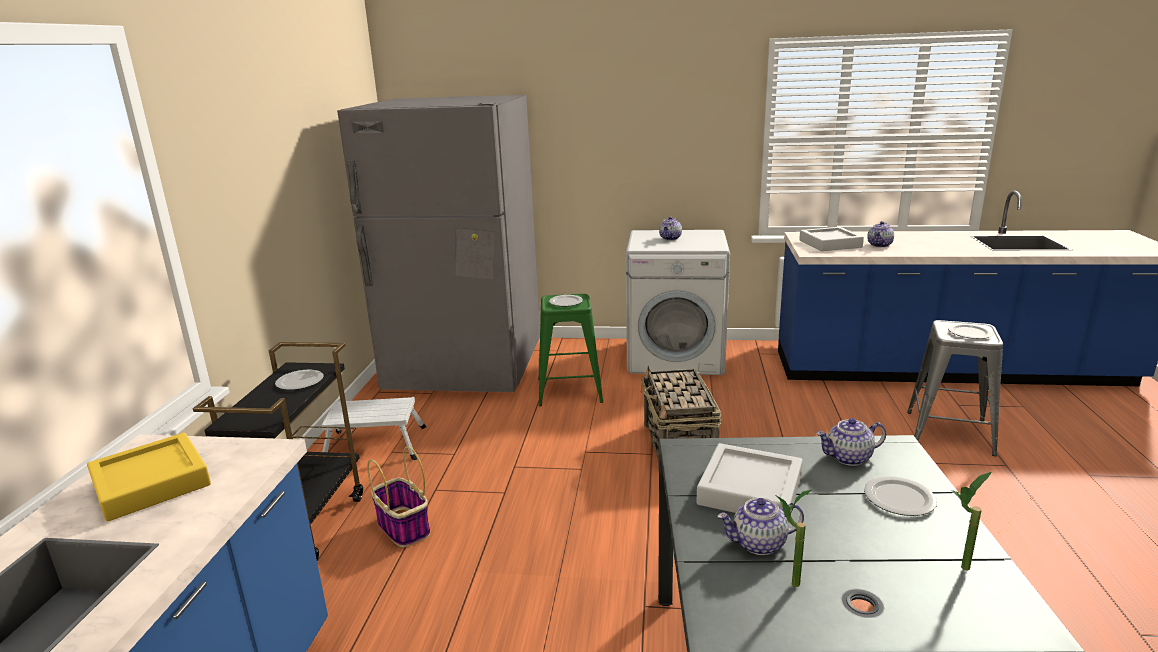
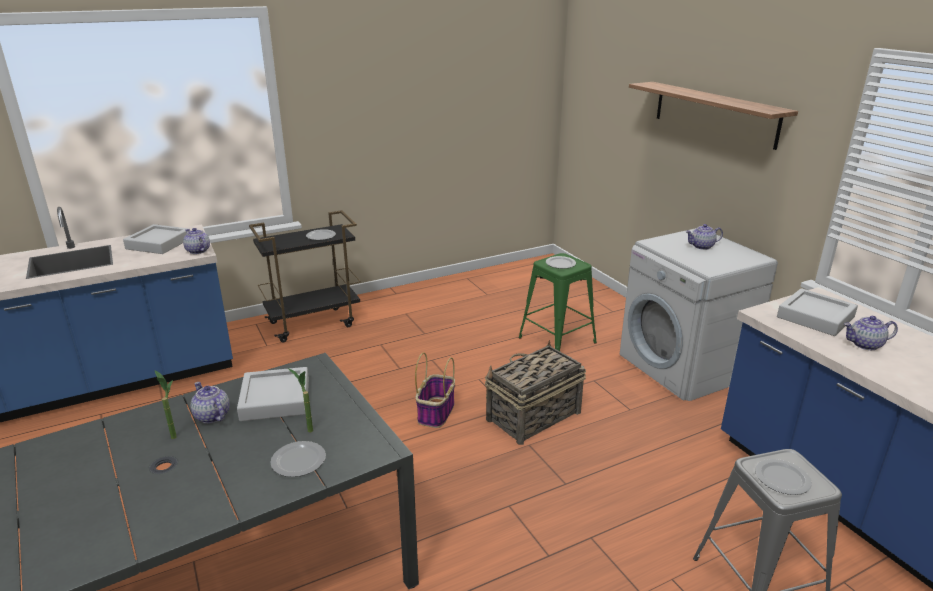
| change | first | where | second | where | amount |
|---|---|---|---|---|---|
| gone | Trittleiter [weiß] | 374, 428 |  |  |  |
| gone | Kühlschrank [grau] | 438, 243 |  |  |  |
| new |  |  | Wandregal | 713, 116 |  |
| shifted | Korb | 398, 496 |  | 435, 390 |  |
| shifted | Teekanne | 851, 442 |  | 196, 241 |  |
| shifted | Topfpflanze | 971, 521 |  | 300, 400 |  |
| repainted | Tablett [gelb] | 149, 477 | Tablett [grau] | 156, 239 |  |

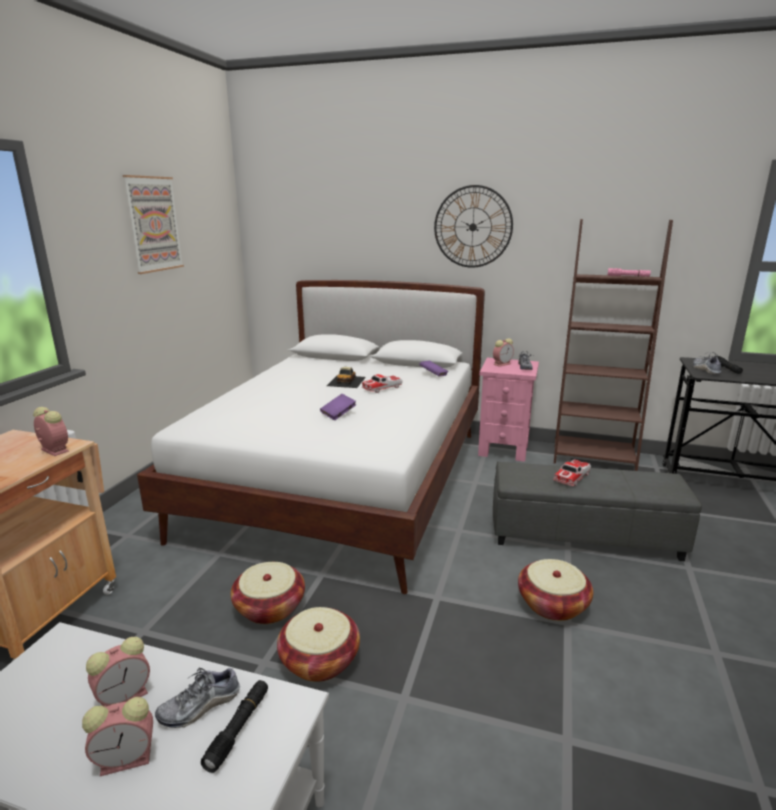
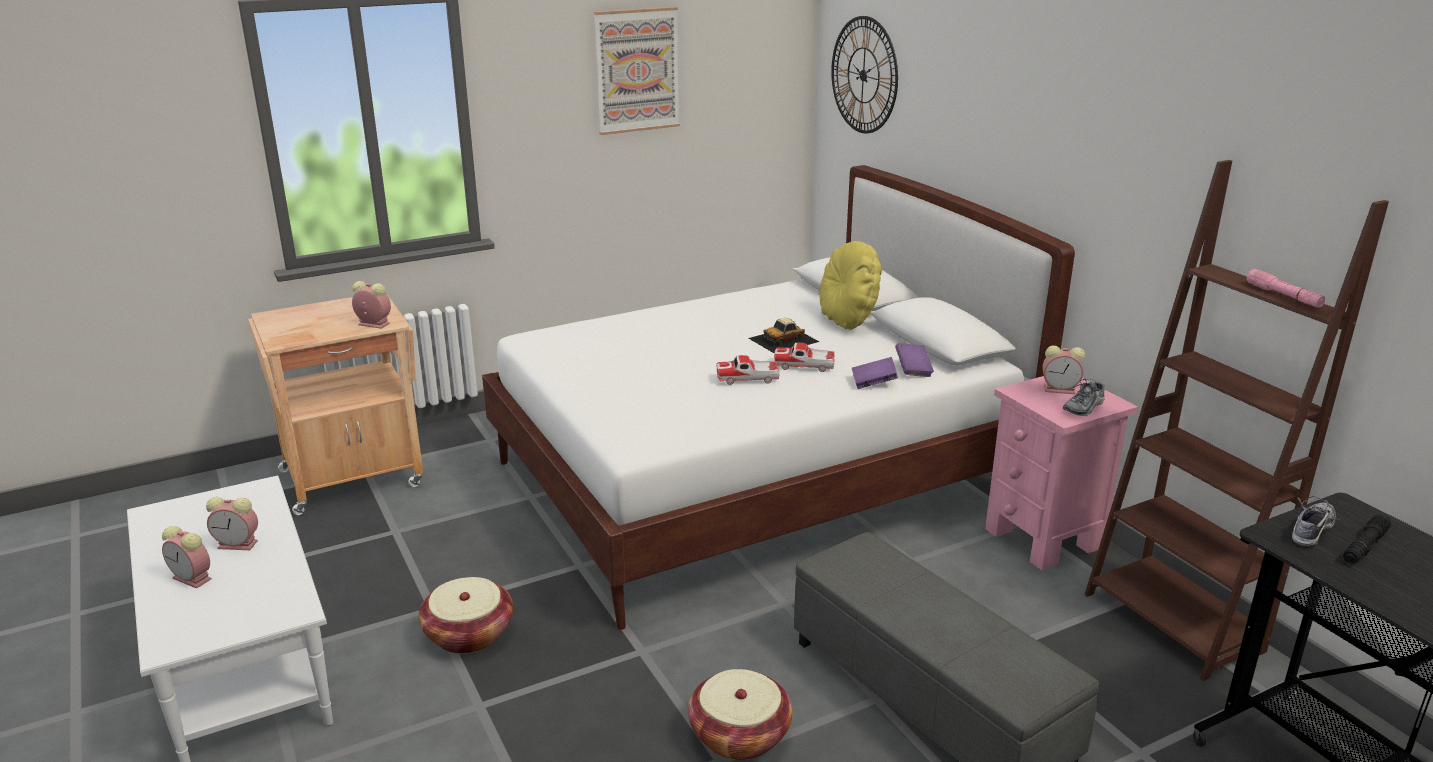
| change | first | where | second | where | amount |
|---|---|---|---|---|---|
| gone | Schuh | 197, 698 |  |  |  |
| gone | Taschenlampe [schwarz] | 234, 726 |  |  |  |
| gone | Korb | 268, 593 |  |  |  |
| new |  |  | Kissen [gelb] | 850, 285 |  |
| shifted | Buch [lila] | 338, 407 |  | 875, 373 |  |
| shifted | Wanduhr | 473, 226 |  | 864, 75 |  |
| shifted | Spielzeugauto | 572, 472 |  | 748, 370 |  |
| rotated | Wecker | 51, 431 |  | 371, 305 | 60 degrees counterclockwise |

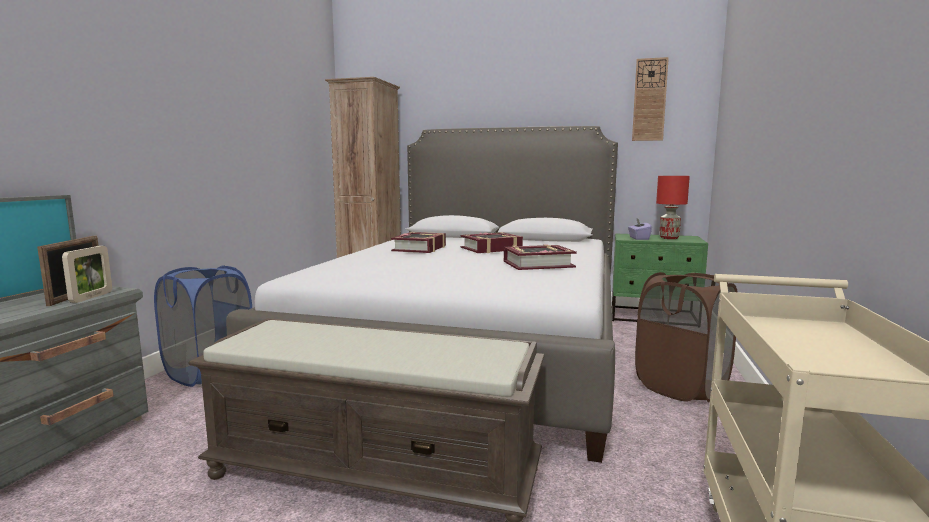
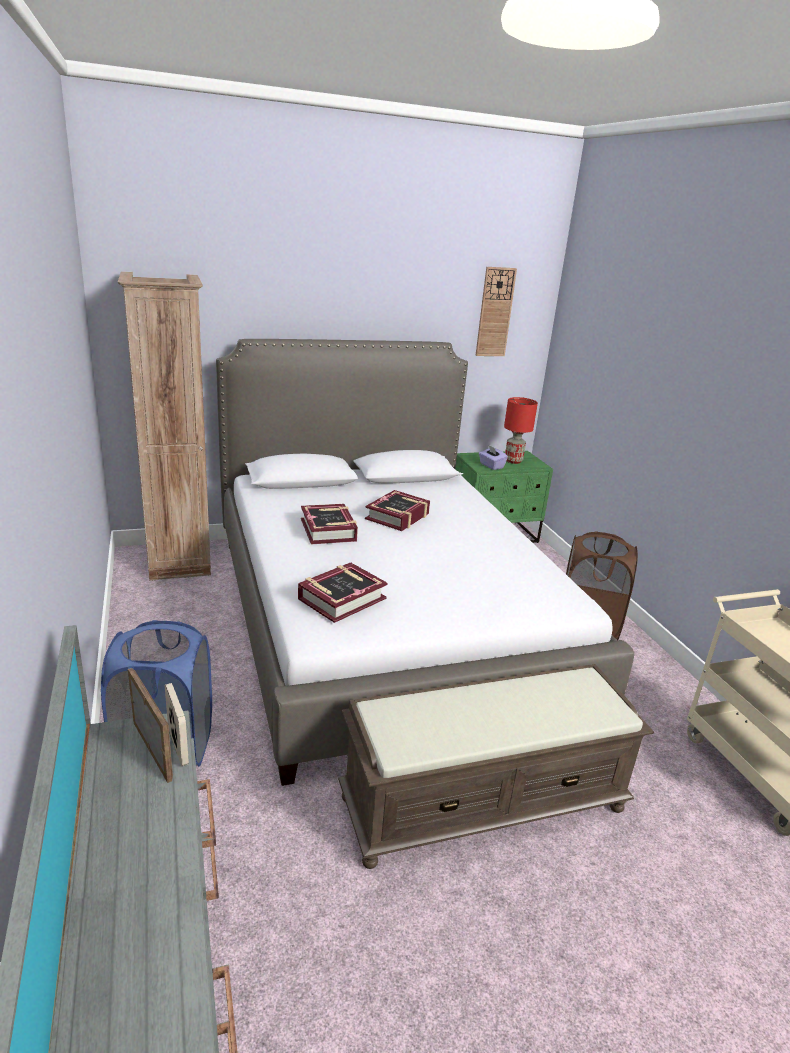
| change | first | where | second | where | amount |
|---|---|---|---|---|---|
| shifted | Buch | 540, 257 |  | 343, 592 |  |

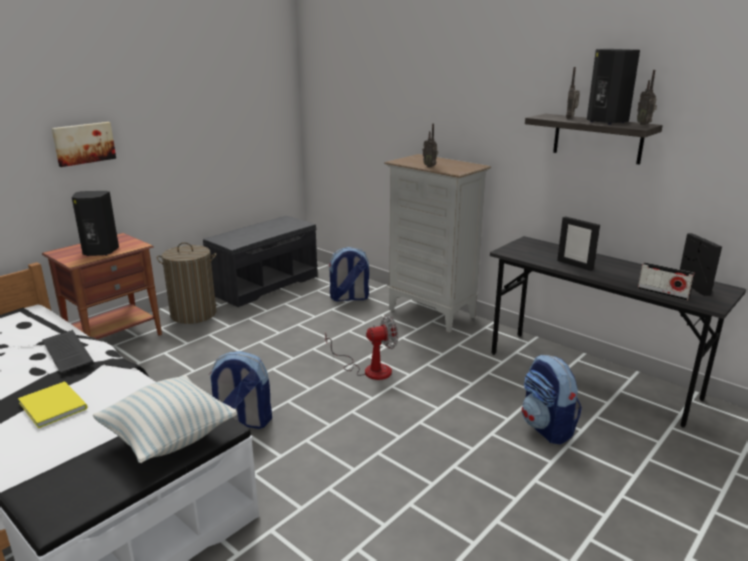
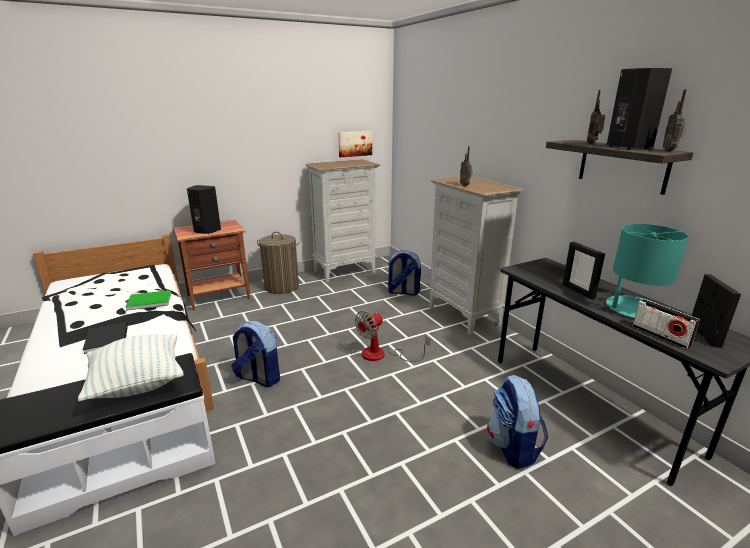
| change | first | where | second | where | amount |
|---|---|---|---|---|---|
| new |  |  | Tischlampe [türkis] | 646, 271 |  |
| shifted | Bild | 83, 144 |  | 355, 144 |  |
| swapped | Tastatur | 68, 351 | Buch [grün] | 148, 300 |  |
| swapped | Bank [grau] | 260, 261 | Kommode [weiß] | 343, 221 |  |
| repainted | Buch [gelb] | 53, 405 | Buch [schwarz] | 105, 338 |  |
| rotated | Ventilator | 361, 347 |  | 392, 336 | 135 degrees clockwise |

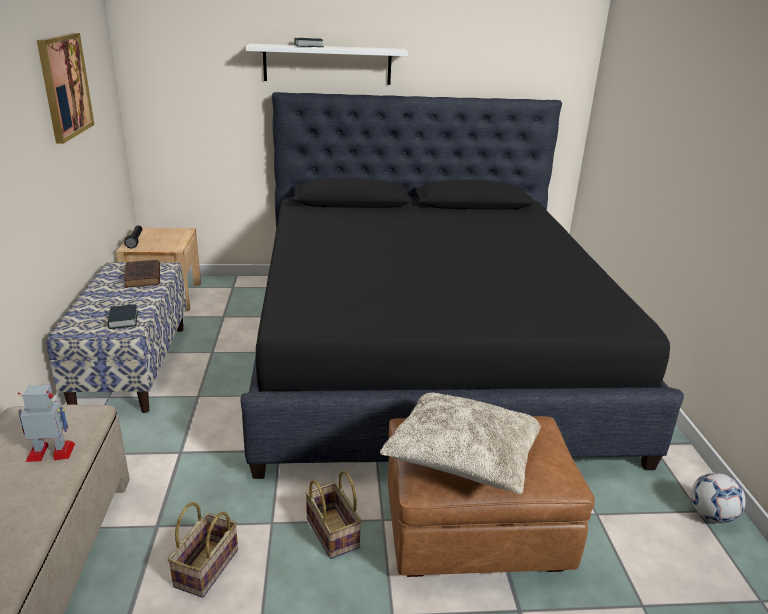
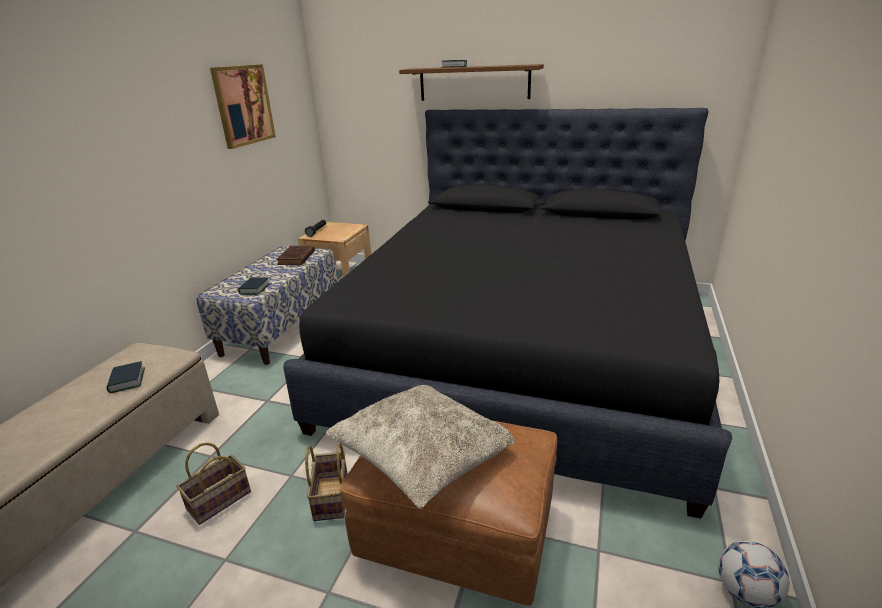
| change | first | where | second | where | amount |
|---|---|---|---|---|---|
| swapped | Spielzeugroboter | 46, 423 | Buch | 126, 377 |  |
| repainted | Wandregal [weiß] | 327, 64 | Wandregal [braun] | 471, 82 |  |

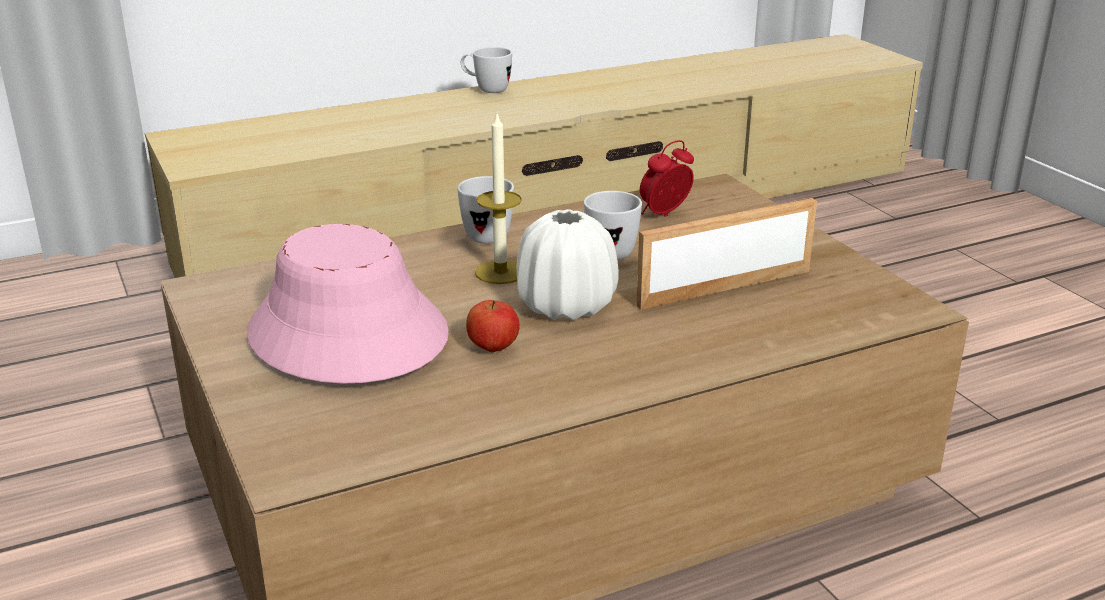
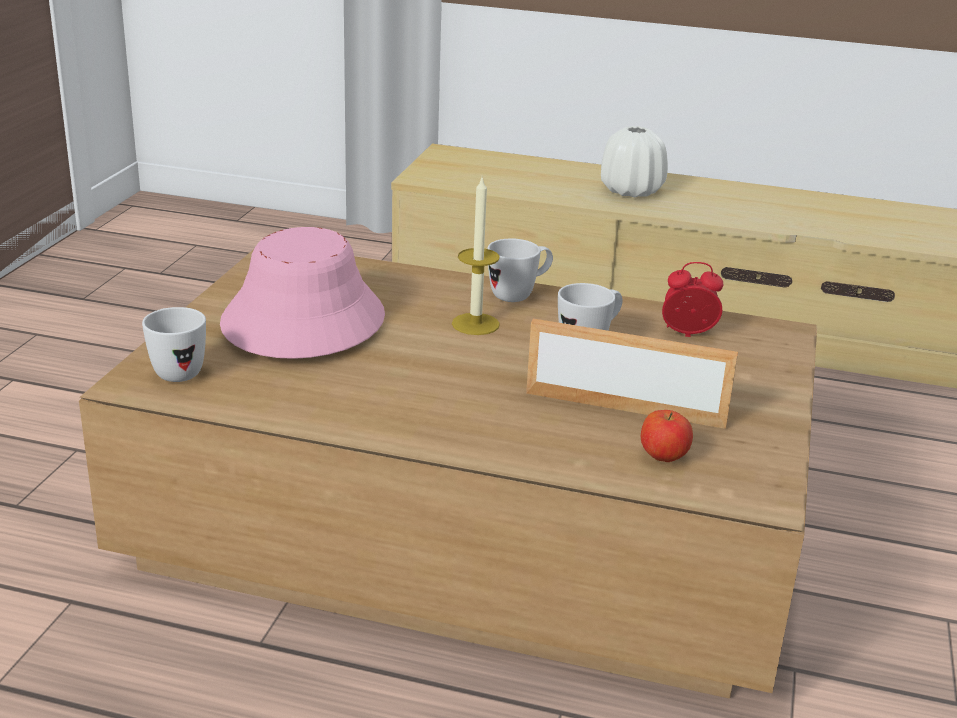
| change | first | where | second | where | amount |
|---|---|---|---|---|---|
| shifted | Henkelbecher [weiß] | 486, 70 |  | 174, 344 |  |
| shifted | Apfel | 493, 326 |  | 667, 436 |  |
| shifted | Vase [weiß] | 568, 264 |  | 634, 161 |  |

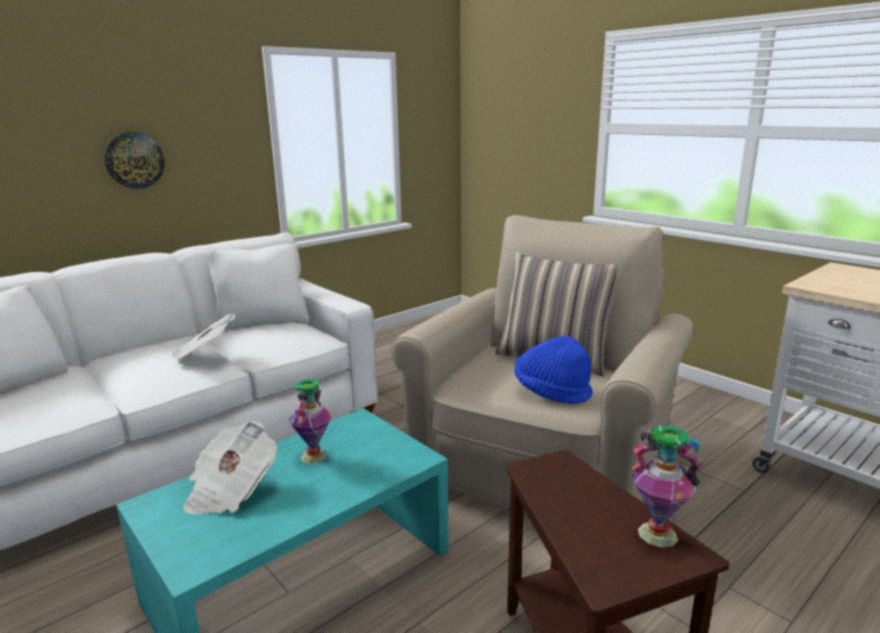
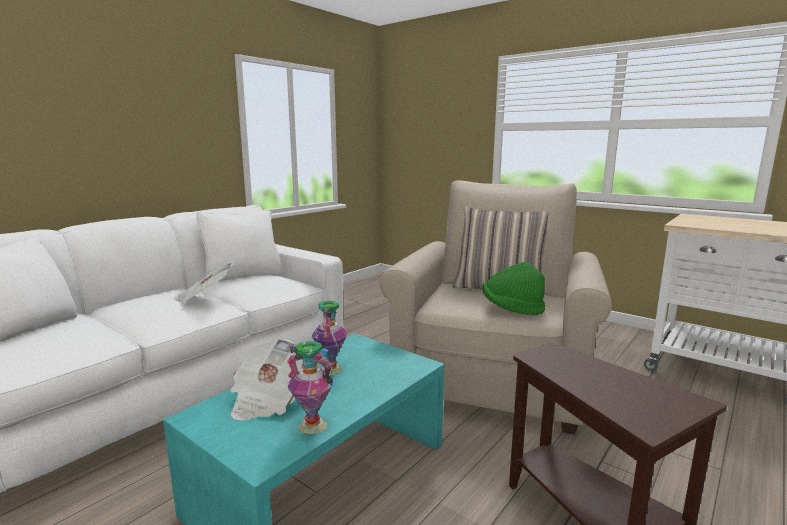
| change | first | where | second | where | amount |
|---|---|---|---|---|---|
| gone | Wanduhr | 134, 160 |  |  |  |
| shifted | Vase | 667, 487 |  | 310, 387 |  |
| repainted | Hut [blau] | 553, 370 | Hut [grün] | 513, 288 |  |

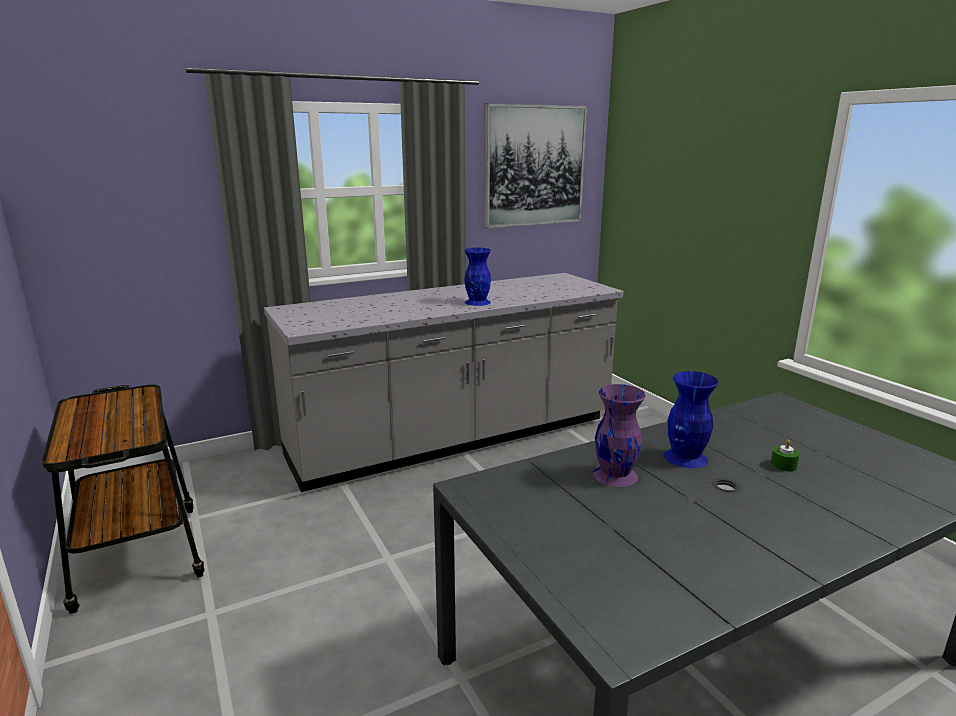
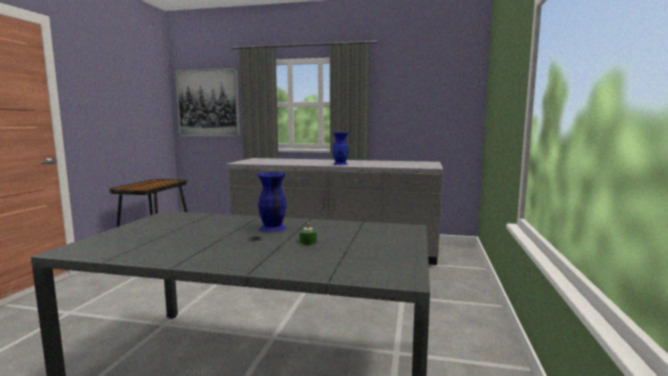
| change | first | where | second | where | amount |
|---|---|---|---|---|---|
| gone | Vase [lila] | 619, 435 |  |  |  |
| shifted | Bild | 535, 165 |  | 207, 102 |  |

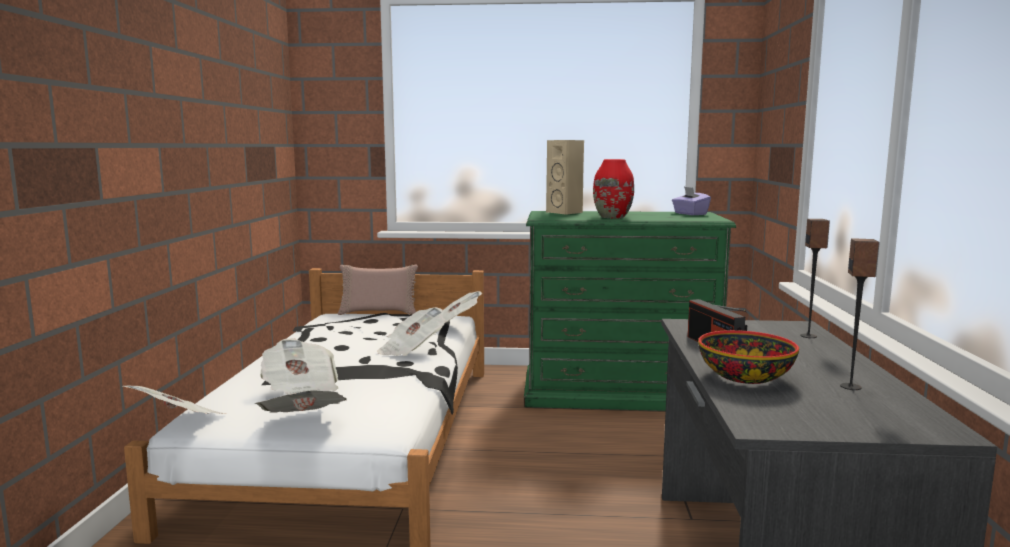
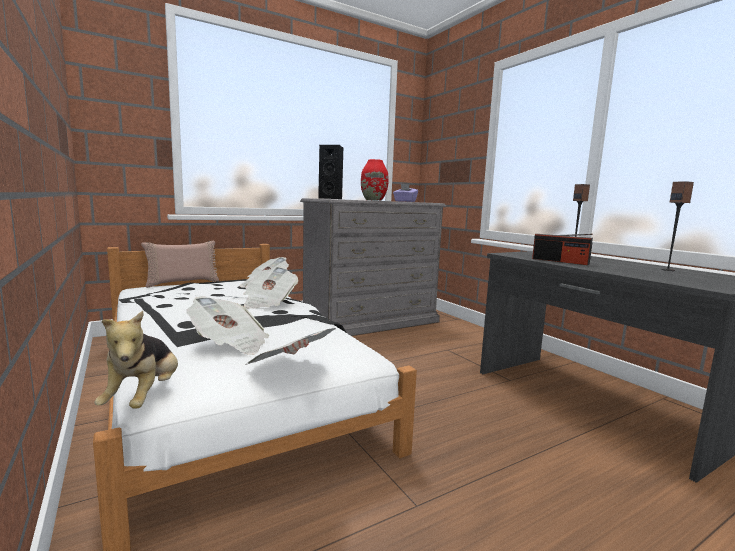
| change | first | where | second | where | amount |
|---|---|---|---|---|---|
| gone | Schüssel | 748, 357 |  |  |  |
| swapped | Zeitung | 175, 400 | Plüschtier | 136, 360 |  |
| repainted | Kommode [grün] | 630, 311 | Kommode [grau] | 373, 267 |  |
| repainted | Lautsprecher [beige] | 565, 177 | Lautsprecher [schwarz] | 330, 172 |  |

